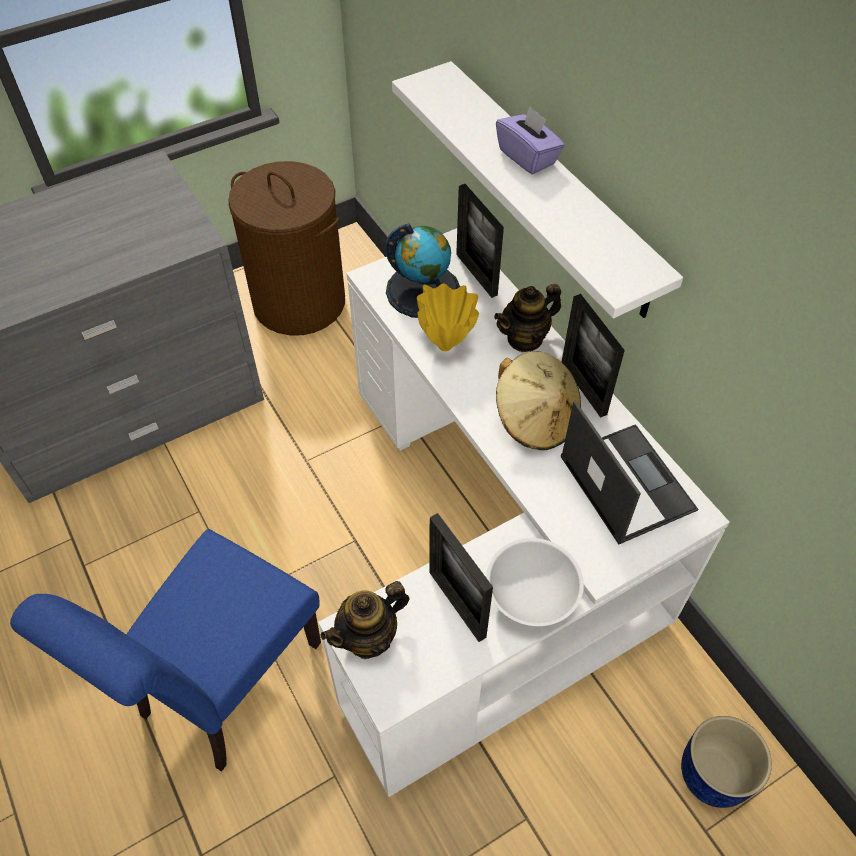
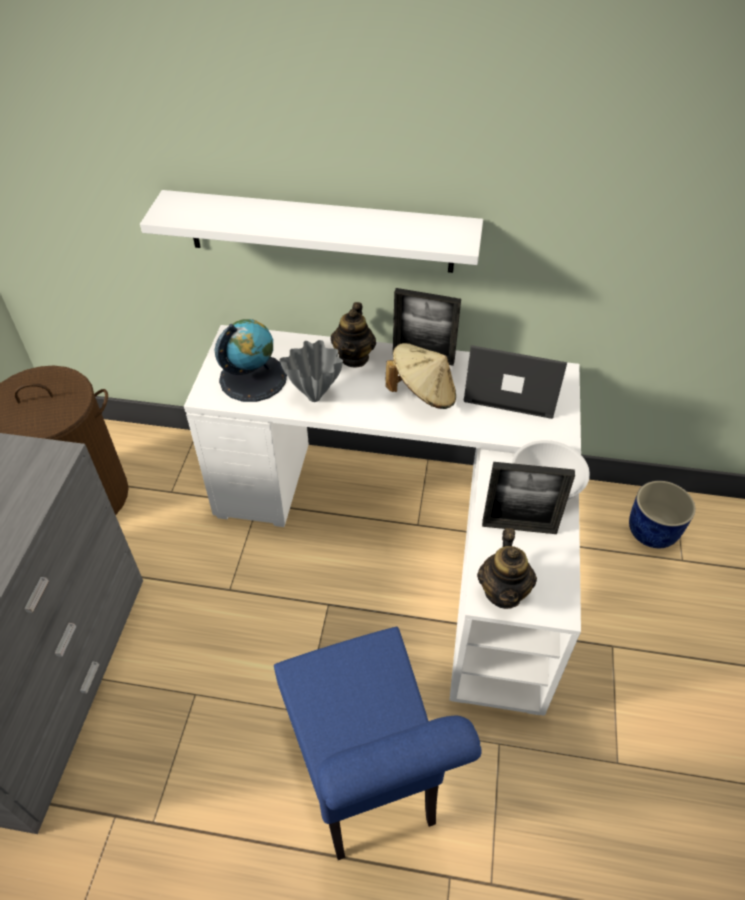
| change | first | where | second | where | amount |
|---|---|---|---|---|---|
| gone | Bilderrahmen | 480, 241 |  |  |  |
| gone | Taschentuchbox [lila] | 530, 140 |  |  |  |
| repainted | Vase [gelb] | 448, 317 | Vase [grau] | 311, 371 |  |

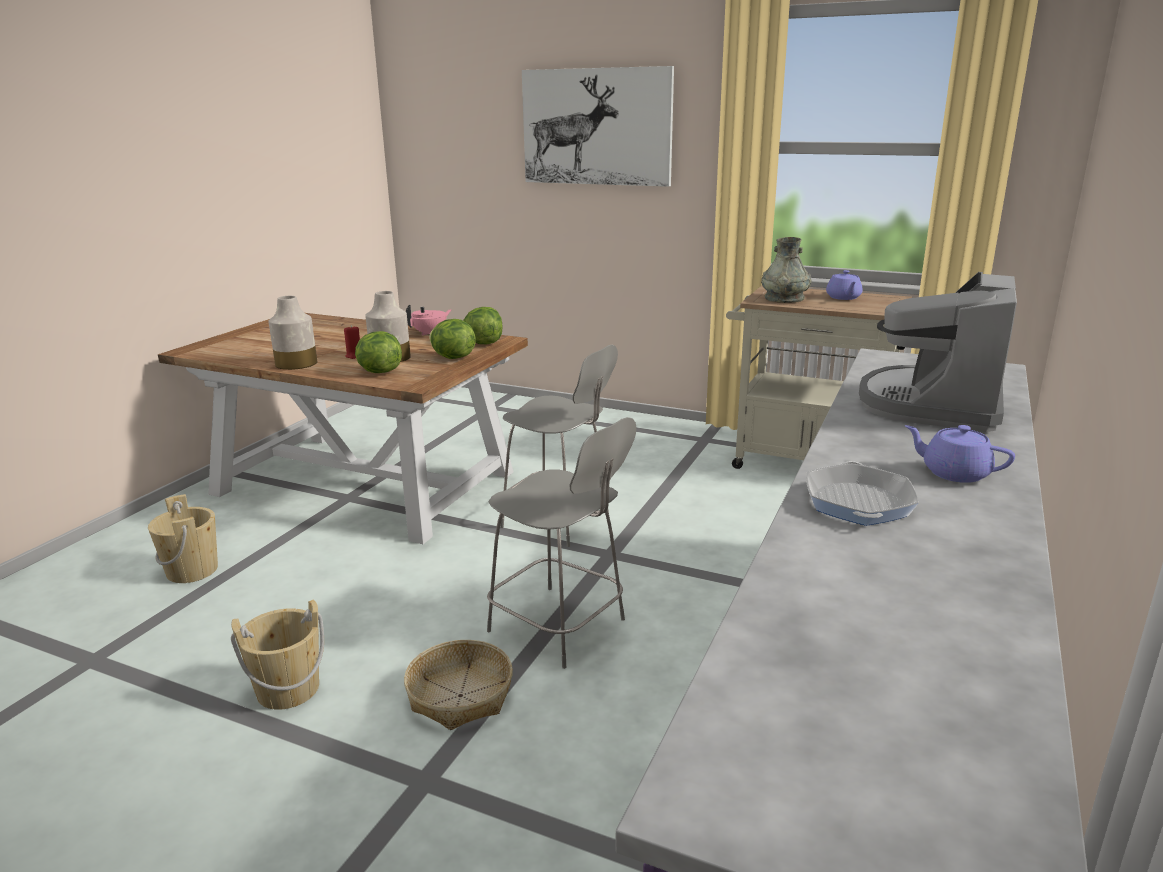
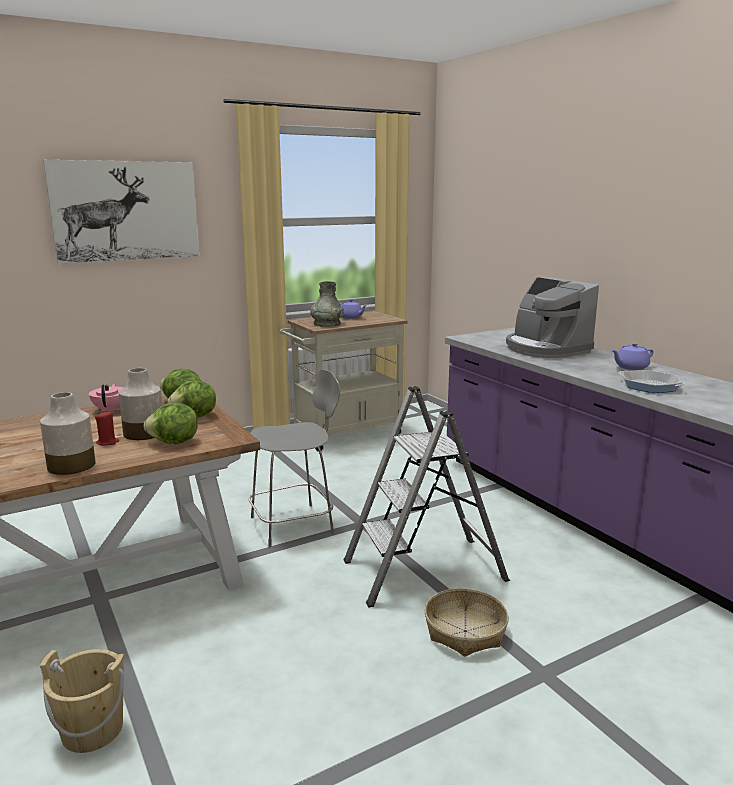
| change | first | where | second | where | amount |
|---|---|---|---|---|---|
| gone | Eimer [beige] | 277, 655 |  |  |  |
| swapped | Stuhl [grau] | 562, 543 | Trittleiter [grau] | 426, 496 |  |

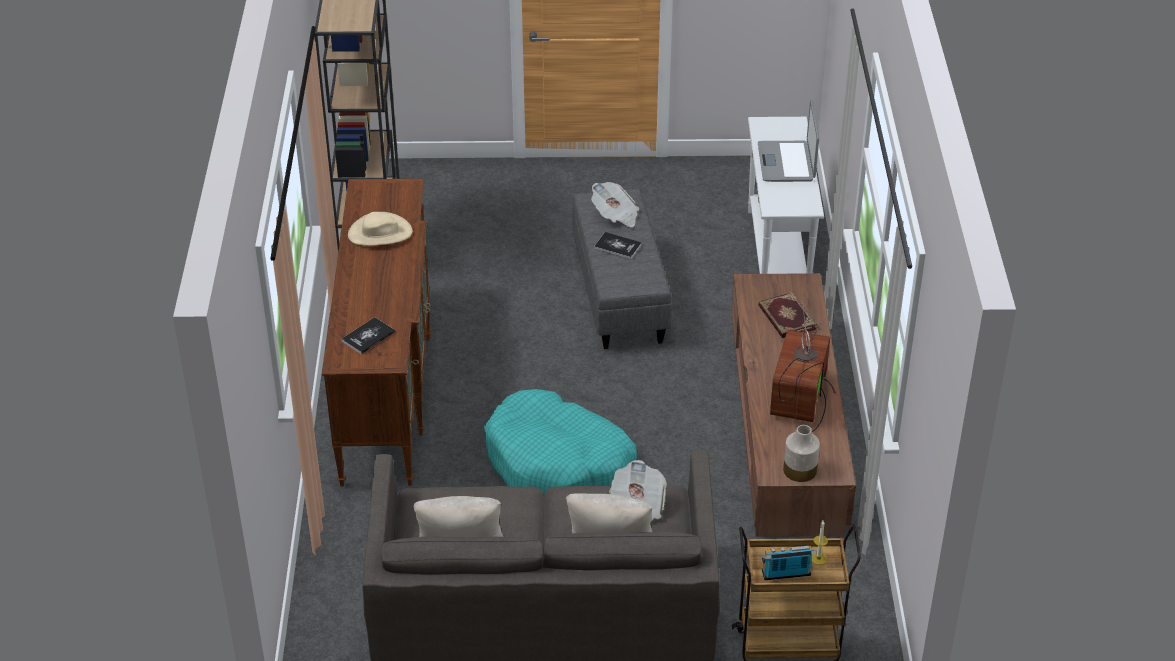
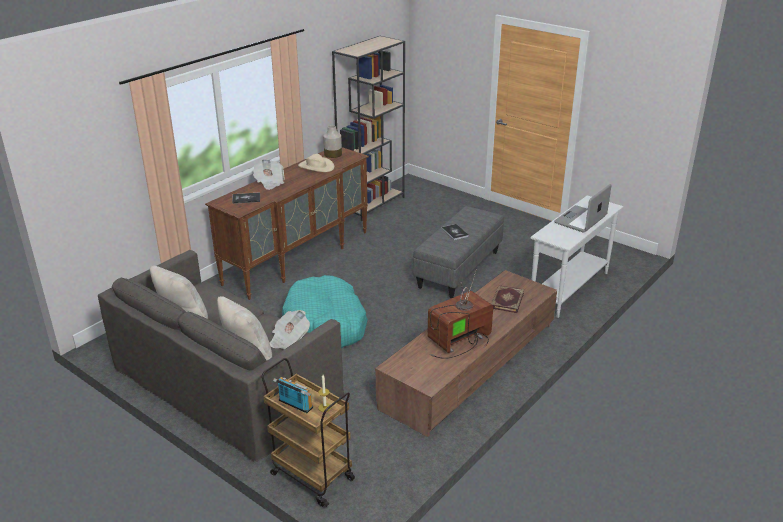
| change | first | where | second | where | amount |
|---|---|---|---|---|---|
| shifted | Zeitung | 615, 204 |  | 269, 174 |  |
| shifted | Vase [beige] | 801, 453 |  | 332, 141 |  |

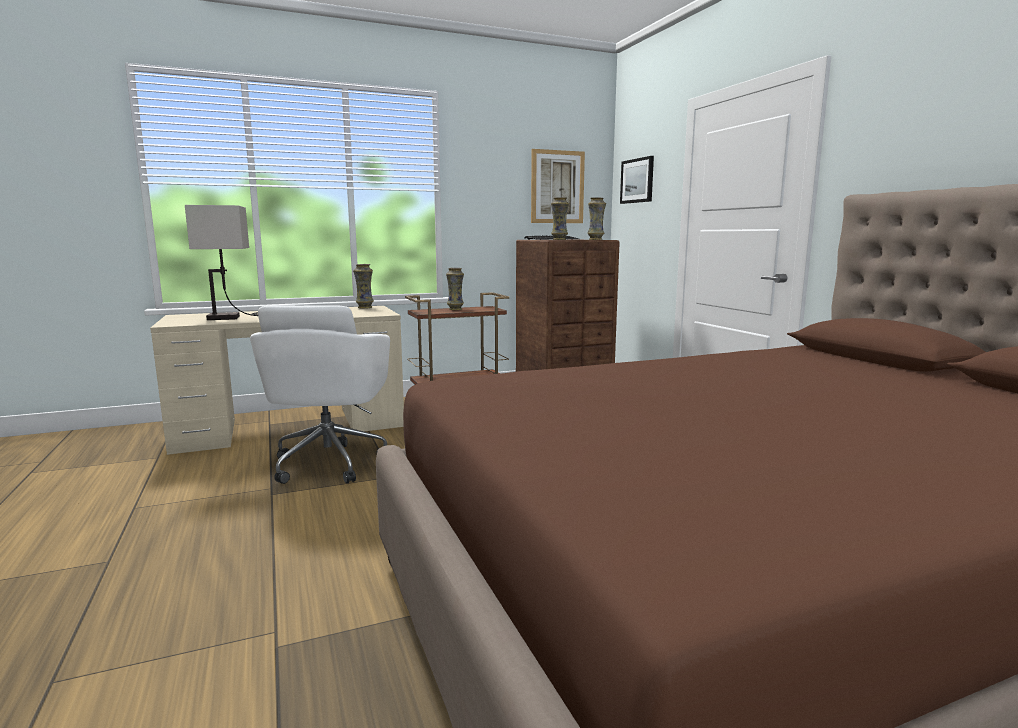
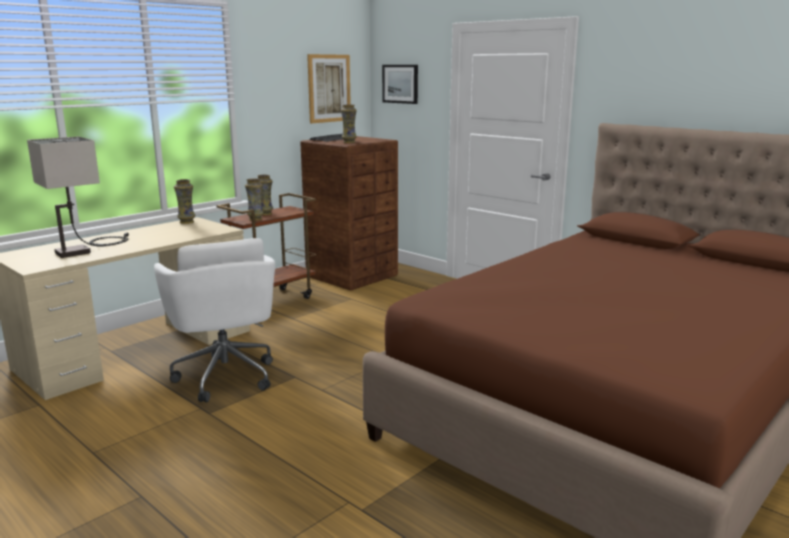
| change | first | where | second | where | amount |
|---|---|---|---|---|---|
| shifted | Vase | 597, 218 |  | 254, 200 |  |

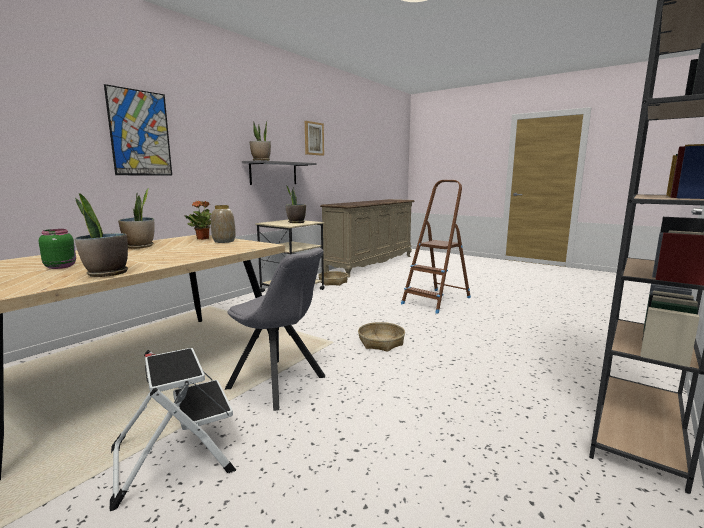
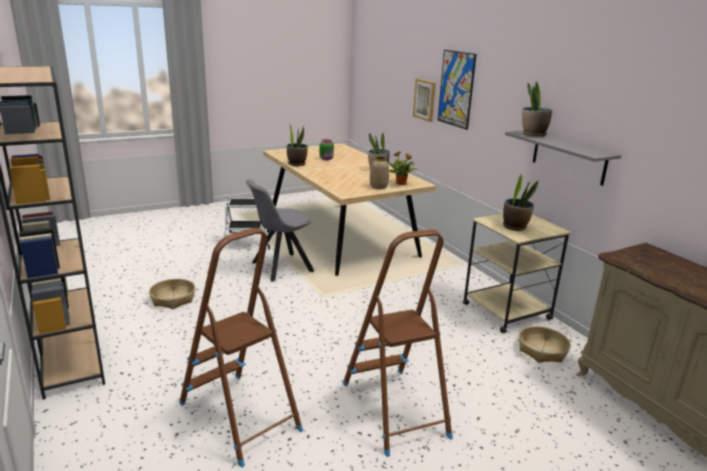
| change | first | where | second | where | amount |
|---|---|---|---|---|---|
| new |  |  | Trittleiter [braun] | 241, 347 |  |
| shifted | Bild | 314, 138 |  | 424, 100 |  |
| shifted | Korb | 381, 337 |  | 172, 294 |  |

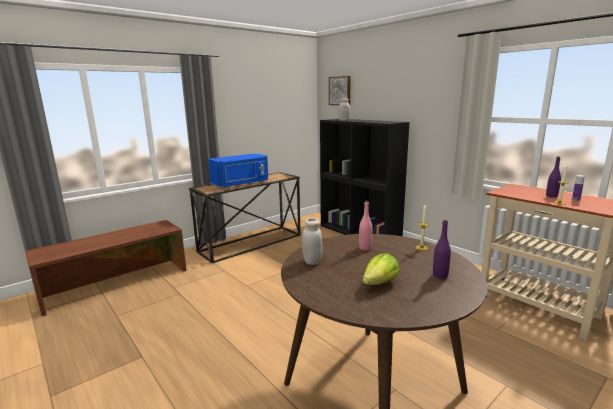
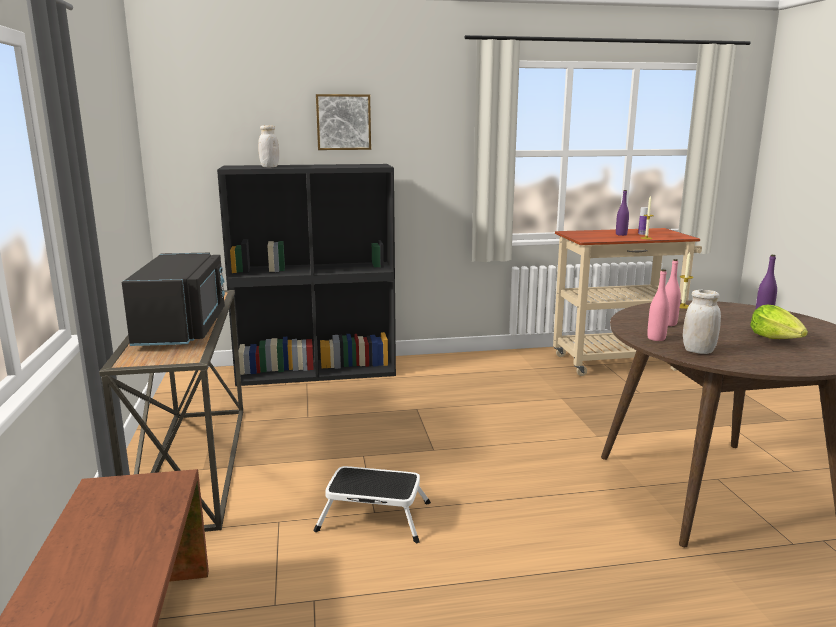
| change | first | where | second | where | amount |
|---|---|---|---|---|---|
| new |  |  | Trittleiter [schwarz] | 372, 505 |  |
| new |  |  | Flasche [rosa] | 658, 305 |  |
| shifted | Bild | 340, 90 |  | 343, 122 |  |
| repainted | Mikrowelle [blau] | 238, 170 | Mikrowelle [schwarz] | 173, 299 |  |

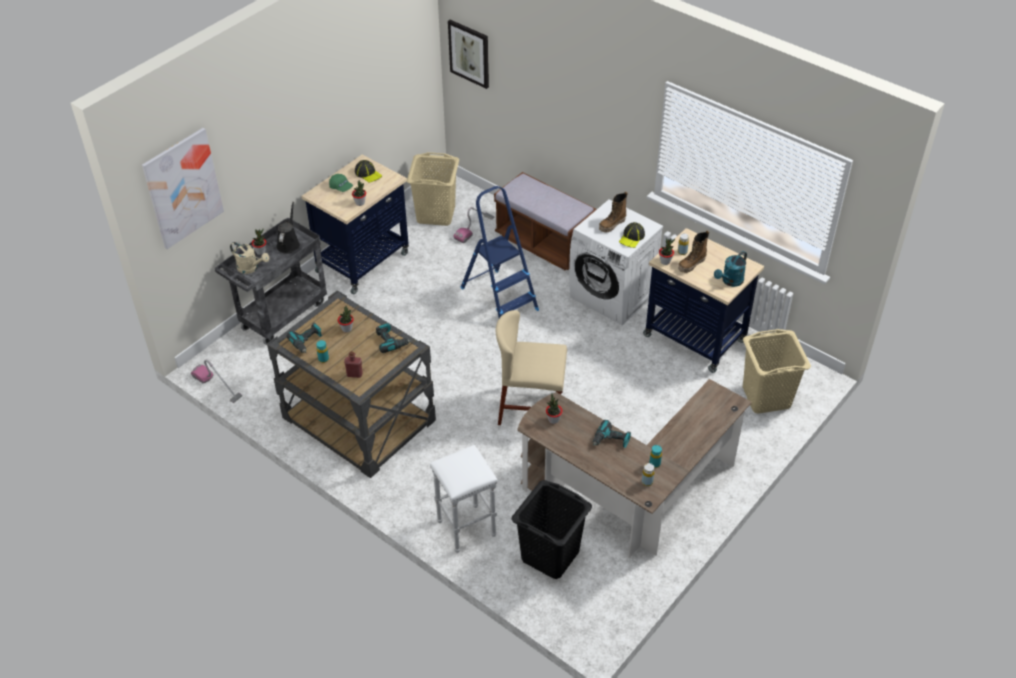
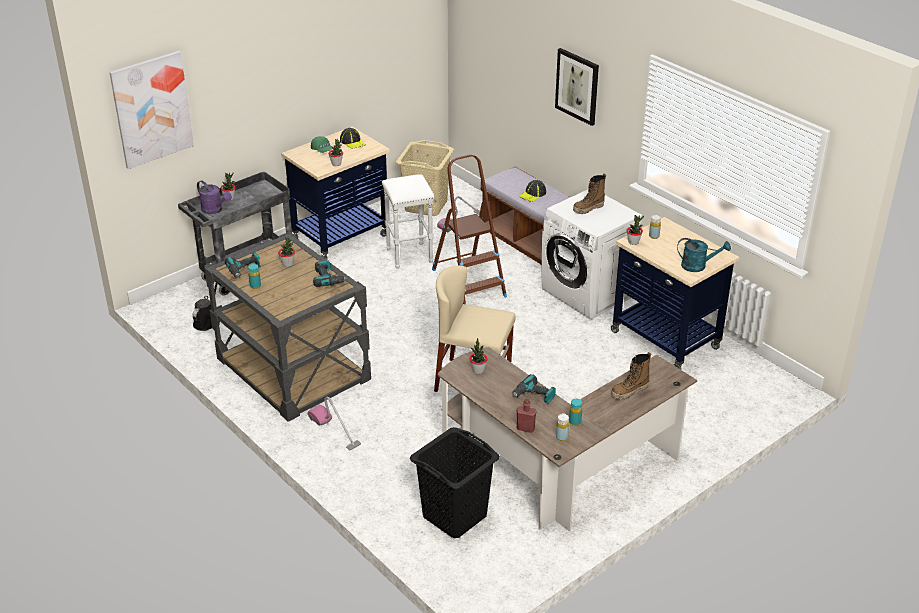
| change | first | where | second | where | amount |
|---|---|---|---|---|---|
| gone | Wäschekorb [beige] | 777, 371 |  |  |  |
| shifted | Staubsauger | 216, 381 |  | 334, 423 |  |
| shifted | Gießkanne [schwarz] | 288, 227 |  | 205, 306 |  |
| shifted | Flasche [rot] | 353, 364 |  | 526, 416 |  |
| shifted | Hocker [weiß] | 464, 499 |  | 408, 221 |  |
| shifted | Bild | 468, 54 |  | 577, 87 |  |
| shifted | Kappe | 632, 235 |  | 532, 191 |  |
| shifted | Stiefel | 693, 251 |  | 631, 376 |  |
| repainted | Gießkanne [beige] | 250, 258 | Gießkanne [lila] | 214, 197 |  |
| repainted | Trittleiter [blau] | 499, 252 | Trittleiter [braun] | 469, 229 |  |
| rotated | Gießkanne [türkis] | 730, 269 |  | 704, 255 | 135 degrees counterclockwise |

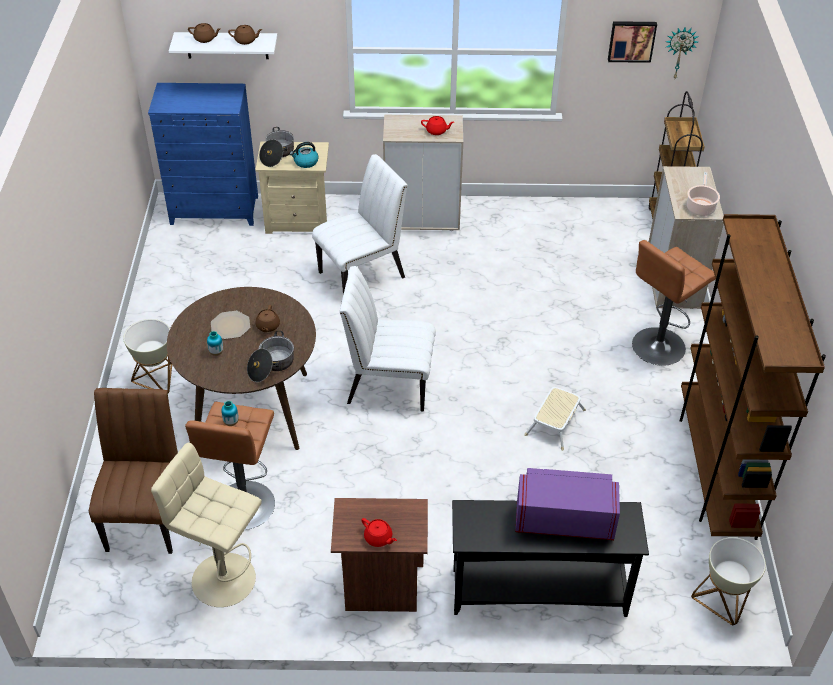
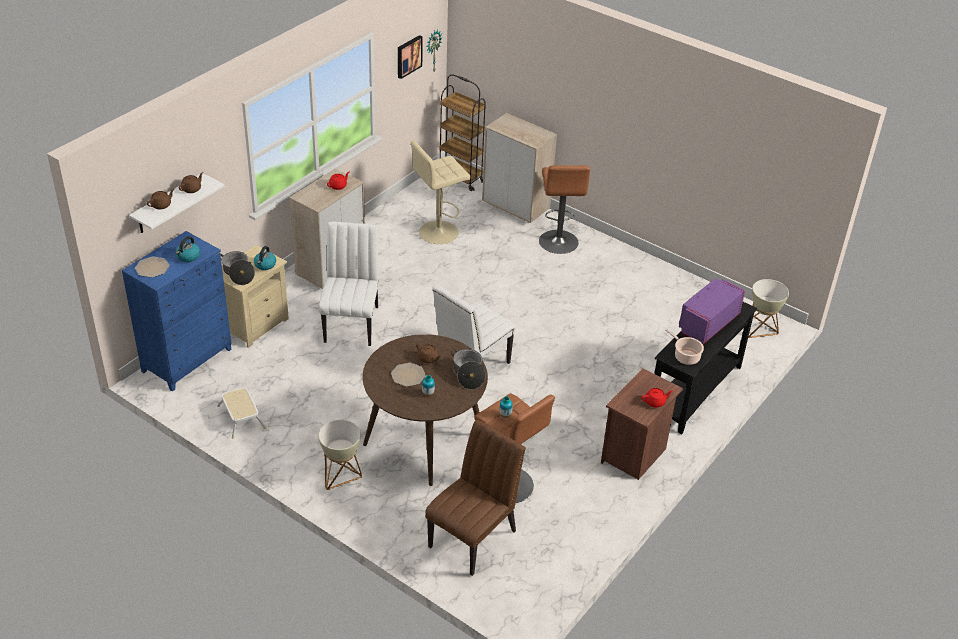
| change | first | where | second | where | amount |
|---|---|---|---|---|---|
| gone | Bücherregal [braun] | 753, 377 |  |  |  |
| new |  |  | Teller | 152, 266 |  |
| new |  |  | Wasserkessel | 188, 249 |  |
| shifted | Hocker [beige] | 206, 525 |  | 441, 192 |  |
| shifted | Trittleiter [beige] | 555, 419 |  | 241, 413 |  |
| shifted | Kochtopf | 703, 194 |  | 684, 347 |  |
| rotated | Stuhl [braun] | 133, 471 |  | 475, 498 | 90 degrees clockwise |

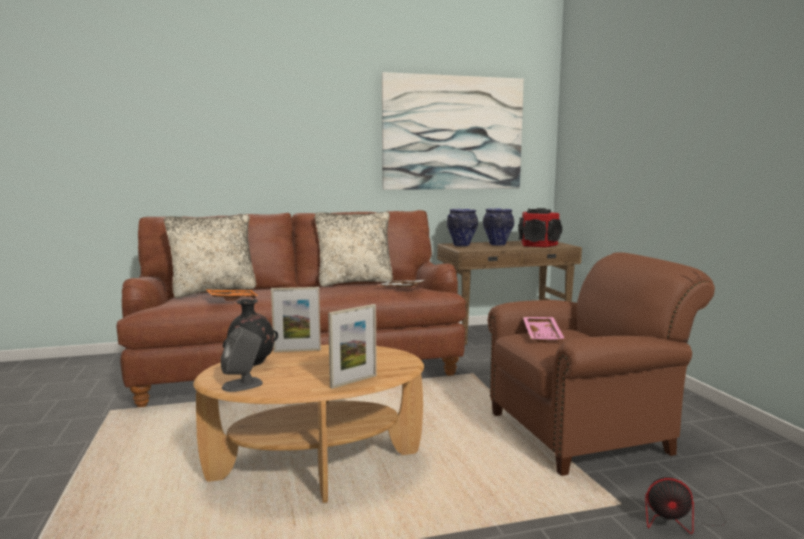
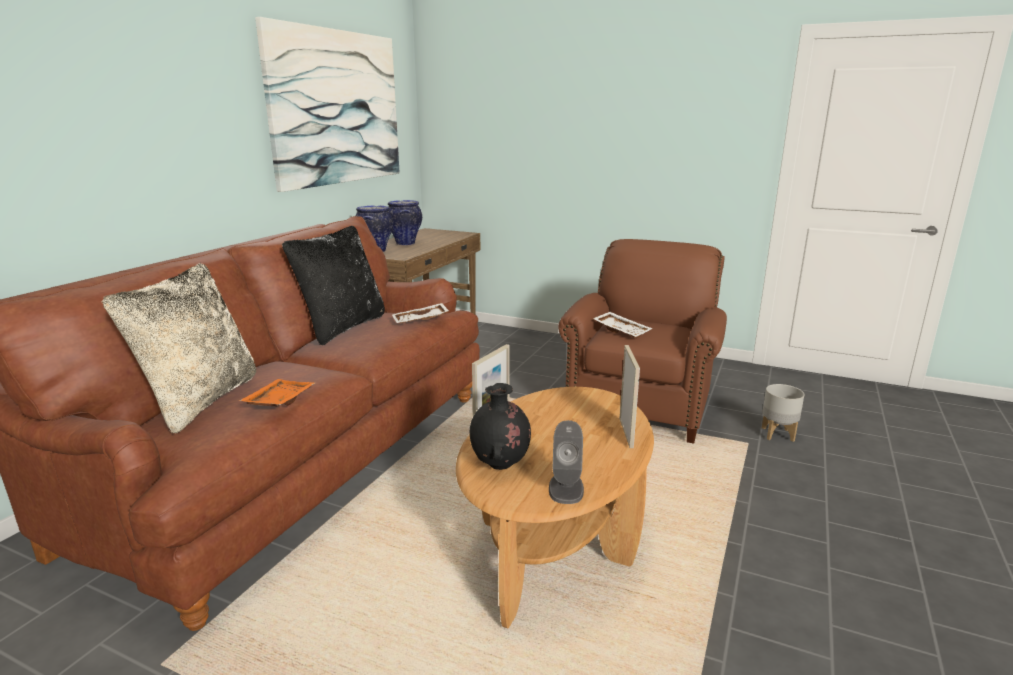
| change | first | where | second | where | amount |
|---|---|---|---|---|---|
| gone | Lautsprecher | 540, 227 |  |  |  |
| swapped | Ventilator | 685, 505 | Pflanzkübel [grau] | 783, 413 |  |
| repainted | Kissen [beige] | 353, 249 | Kissen [schwarz] | 333, 285 |  |
| repainted | Tablett [rosa] | 543, 329 | Tablett [weiß] | 622, 325 |  |

